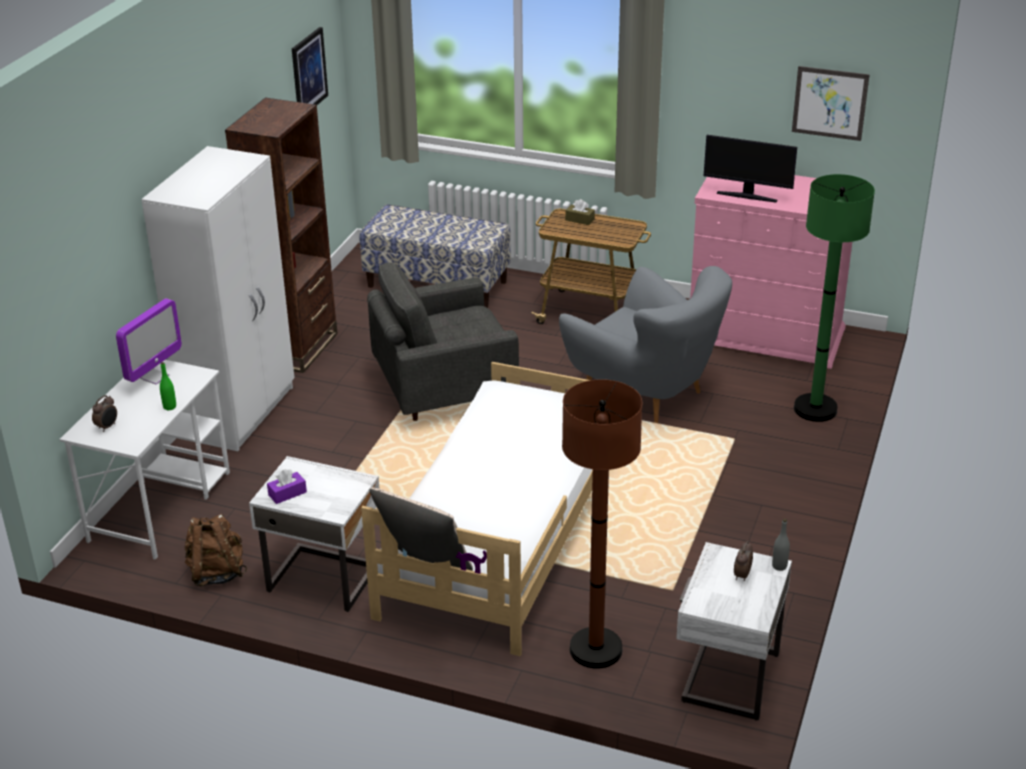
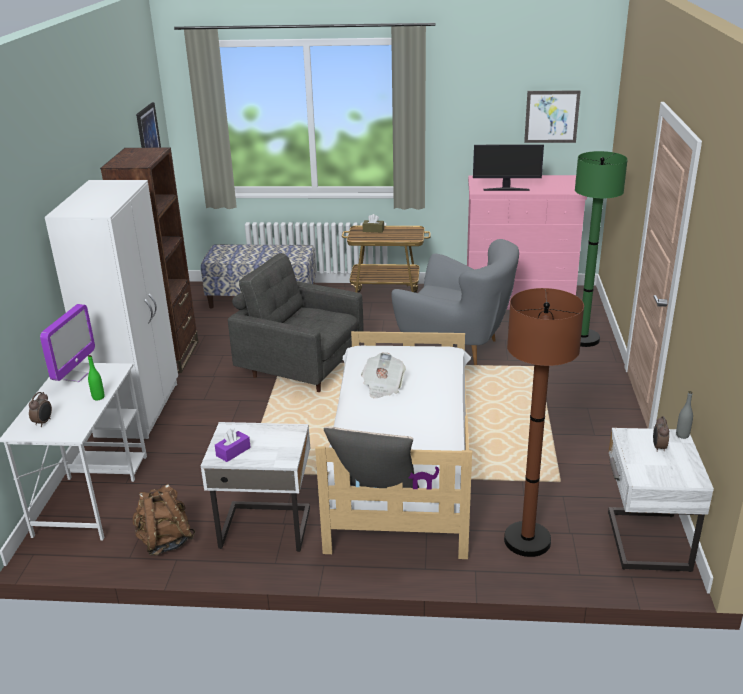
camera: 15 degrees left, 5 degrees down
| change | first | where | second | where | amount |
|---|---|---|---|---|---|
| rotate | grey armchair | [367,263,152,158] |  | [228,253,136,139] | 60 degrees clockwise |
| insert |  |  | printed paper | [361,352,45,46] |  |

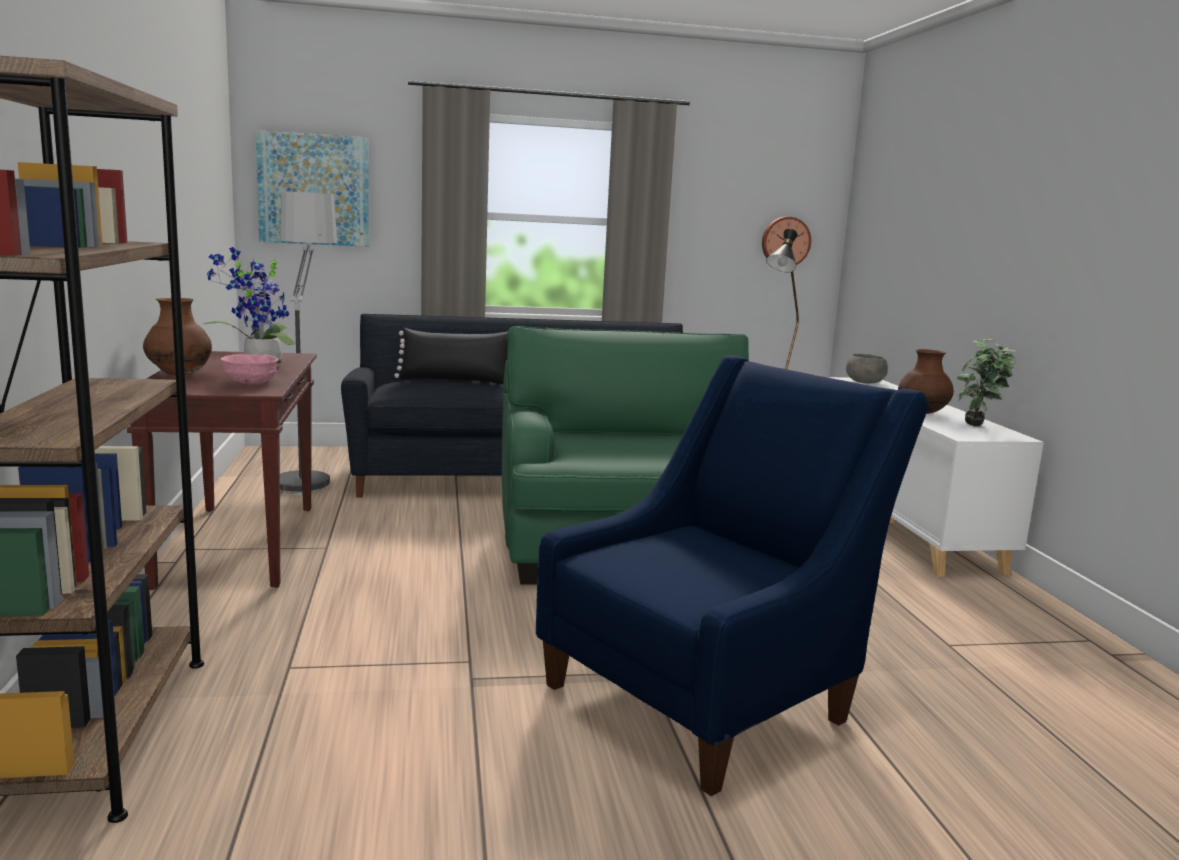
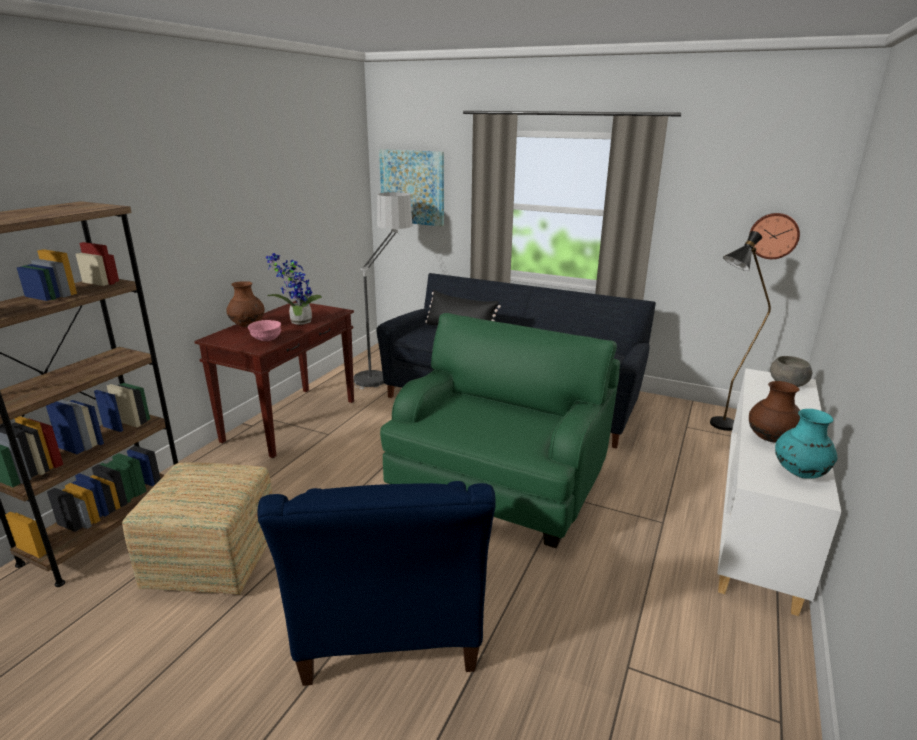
camera: 35 degrees right, 10 degrees up
| change | first | where | second | where | amount |
|---|---|---|---|---|---|
| rotate | blue-coloured armchair | [536,355,392,441] |  | [258,481,238,205] | 90 degrees clockwise |
| replace | plant in a pot | [957,339,60,87] | turquoise-coloured flower vase | [775,409,62,70] |  |
| insert |  |  | footrest | [122,463,150,132] |  |

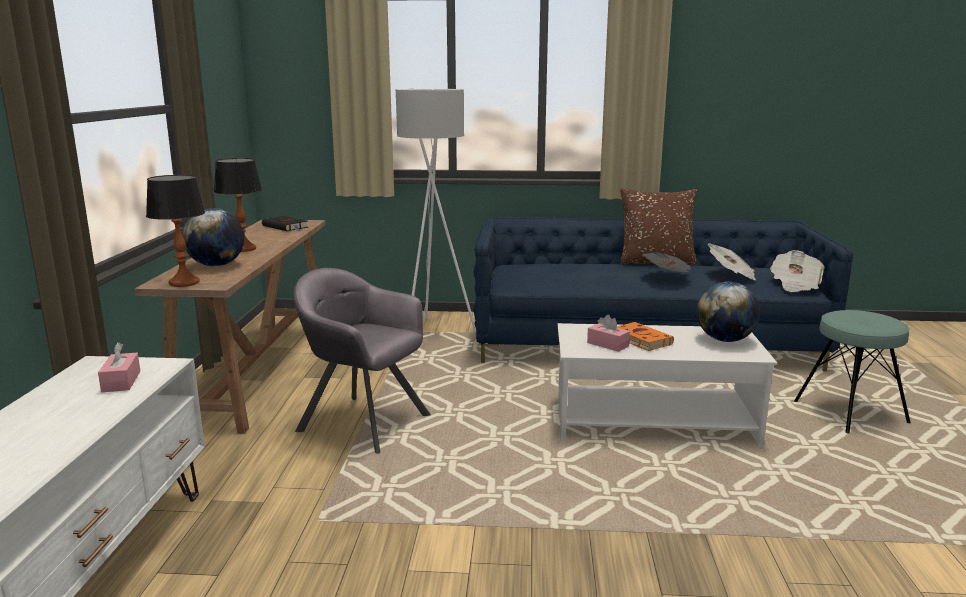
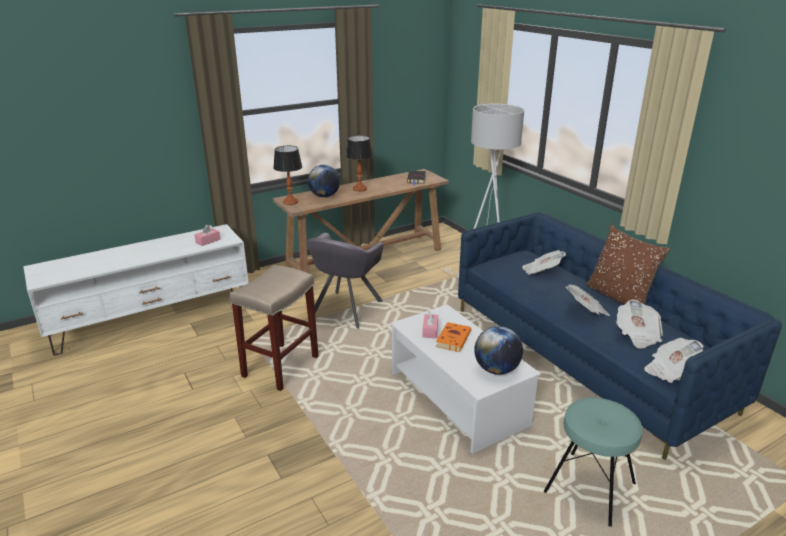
camera: 55 degrees right, 10 degrees up
| change | first | where | second | where | amount |
|---|---|---|---|---|---|
| rotate | grey armchair | [294,268,137,186] |  | [308,233,76,96] | 150 degrees counterclockwise |
| insert |  |  | beige sitting stool | [230,265,88,126] |  |
| insert |  |  | printed paper | [522,250,44,25] |  |

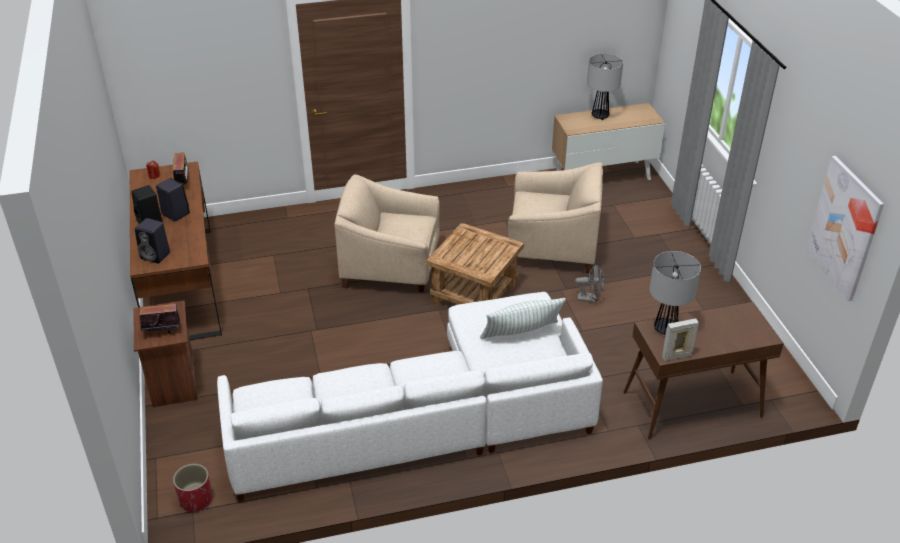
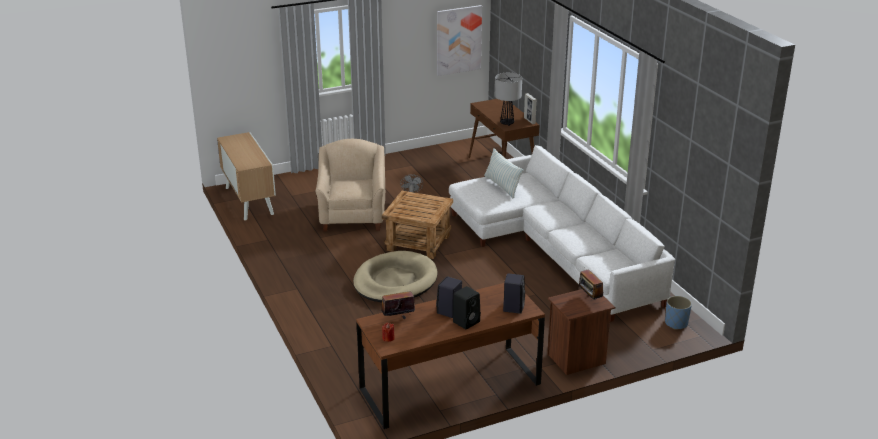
camera: 100 degrees left, 10 degrees down
| change | first | where | second | where | amount |
|---|---|---|---|---|---|
| recolor | red plant pot | [173,464,39,48] | blue-coloured plant pot | [665,296,27,34] |  |
| replace | beige armchair | [334,174,106,119] | beige dog bed | [353,251,84,51] |  |
| delete | tabletop lamp | [587,53,36,67] |  |  |  |

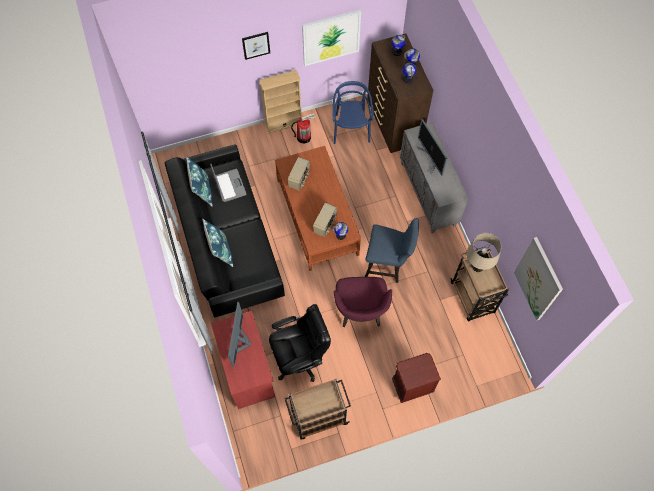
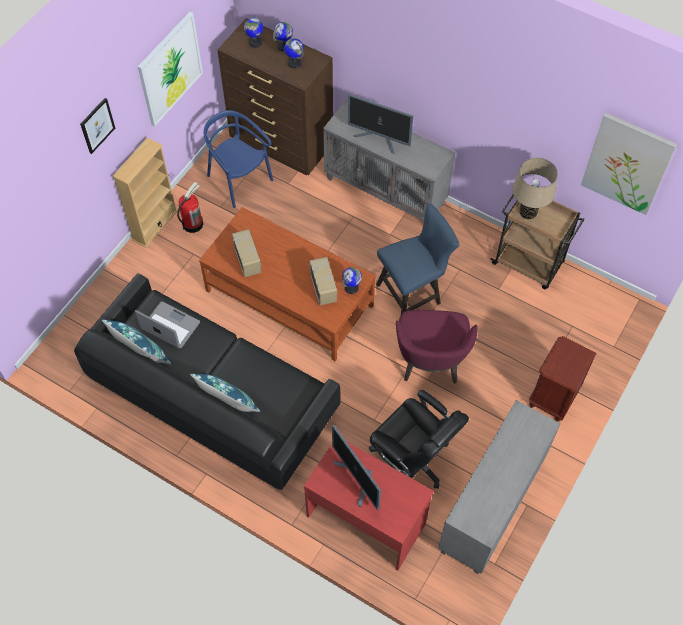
camera: 40 degrees left, 5 degrees down
| change | first | where | second | where | amount |
|---|---|---|---|---|---|
| rotate | black computer chair | [269,304,62,78] |  | [369,390,100,99] | 105 degrees clockwise |
| replace | brown-coloured cart | [284,379,67,61] | grey cabinet | [438,400,123,174] |  |
| rotate | purple-coloured armchair | [334,277,58,51] |  | [396,310,82,74] | 45 degrees clockwise |

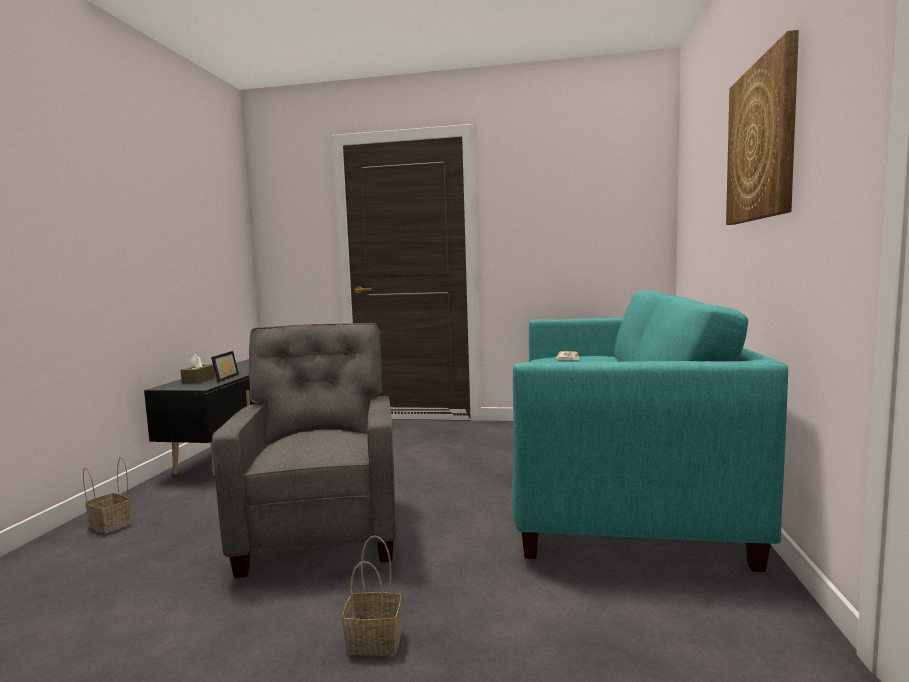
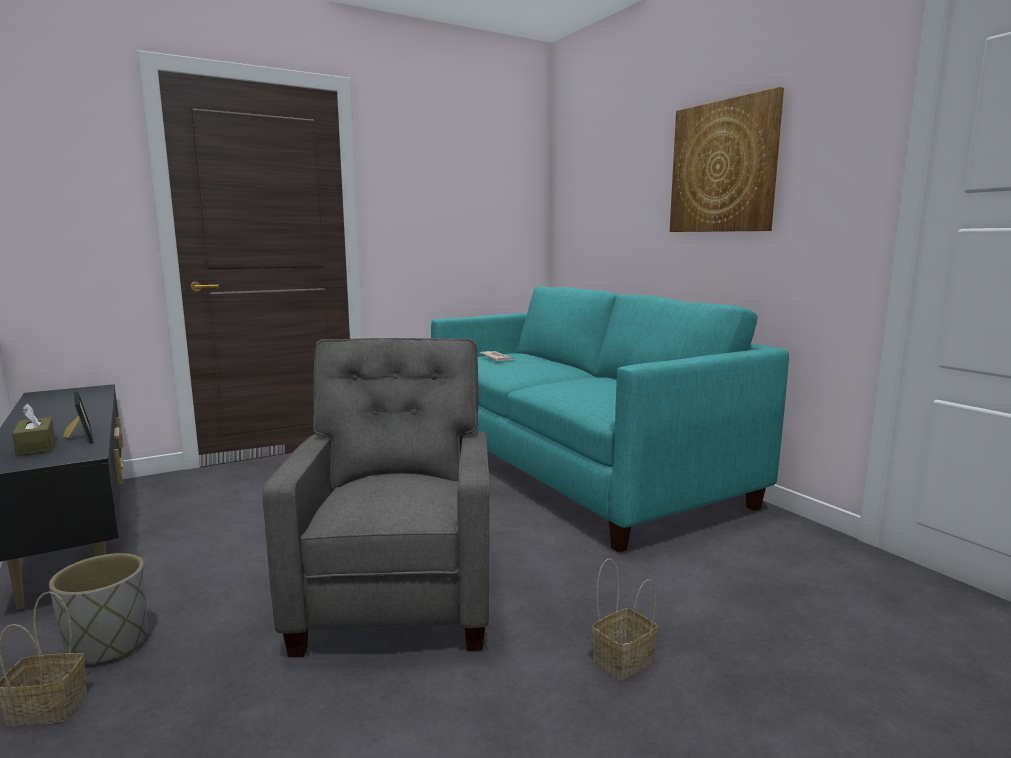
camera: 40 degrees left, 5 degrees up
| change | first | where | second | where | amount |
|---|---|---|---|---|---|
| rotate | grey armchair | [212,323,184,255] |  | [262,338,228,319] | 45 degrees clockwise |
| insert |  |  | grey plant pot | [49,553,99,111] |  |

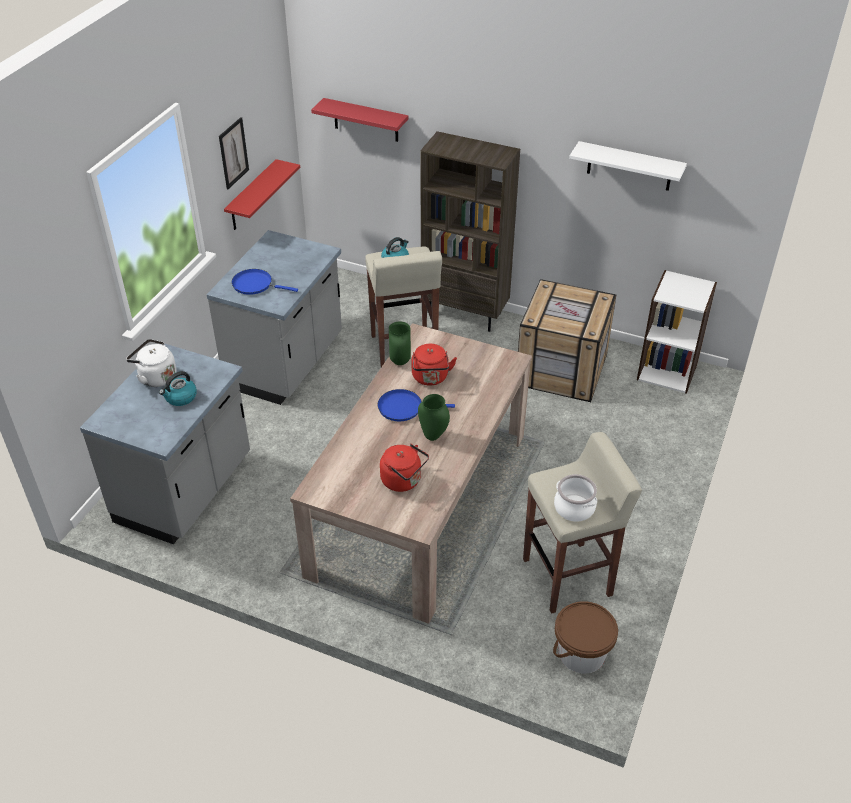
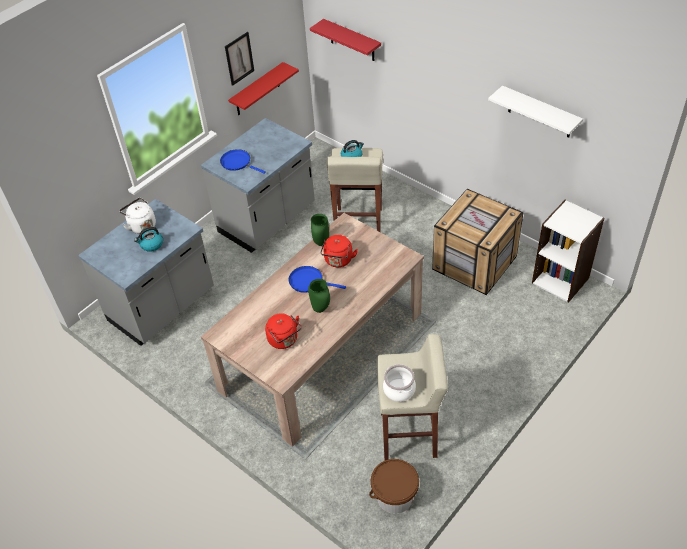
camera: 20 degrees right, 5 degrees up
| change | first | where | second | where | amount |
|---|---|---|---|---|---|
| delete | brown-coloured bookshelf | [420,131,100,201] |  |  |  |

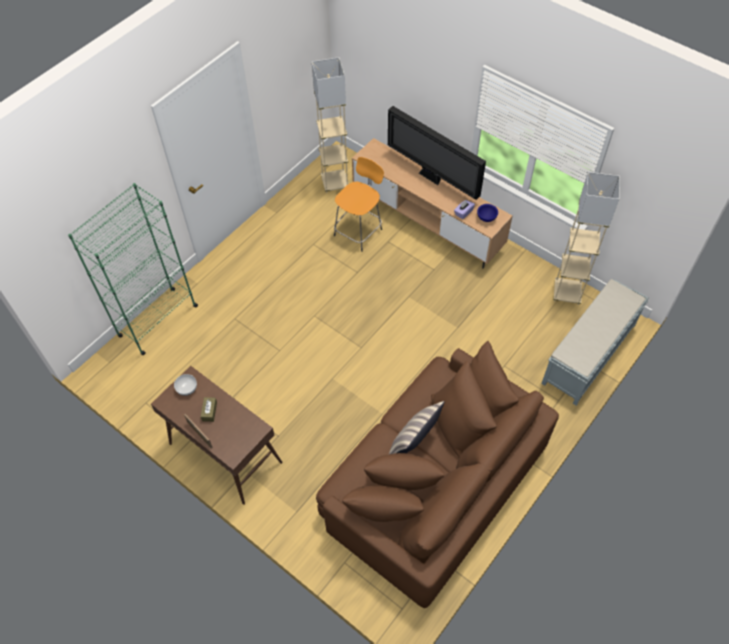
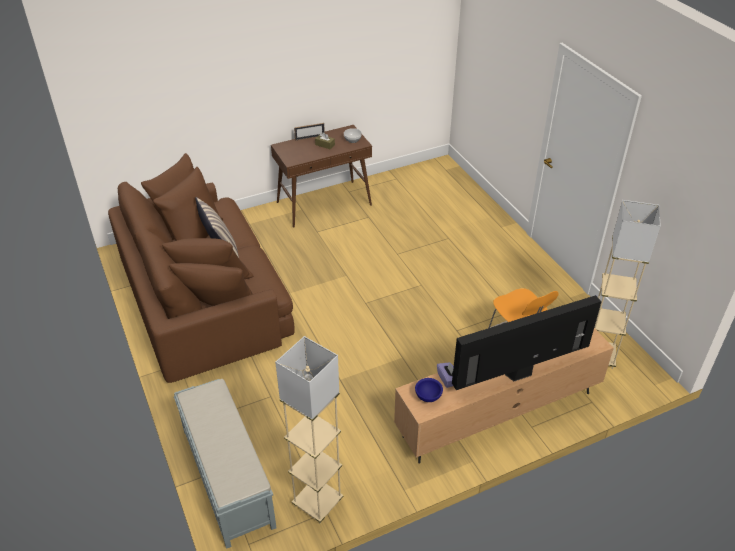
camera: 115 degrees right, 15 degrees down
| change | first | where | second | where | amount |
|---|---|---|---|---|---|
| delete | green-coloured bookshelf | [68,183,130,172] |  |  |  |

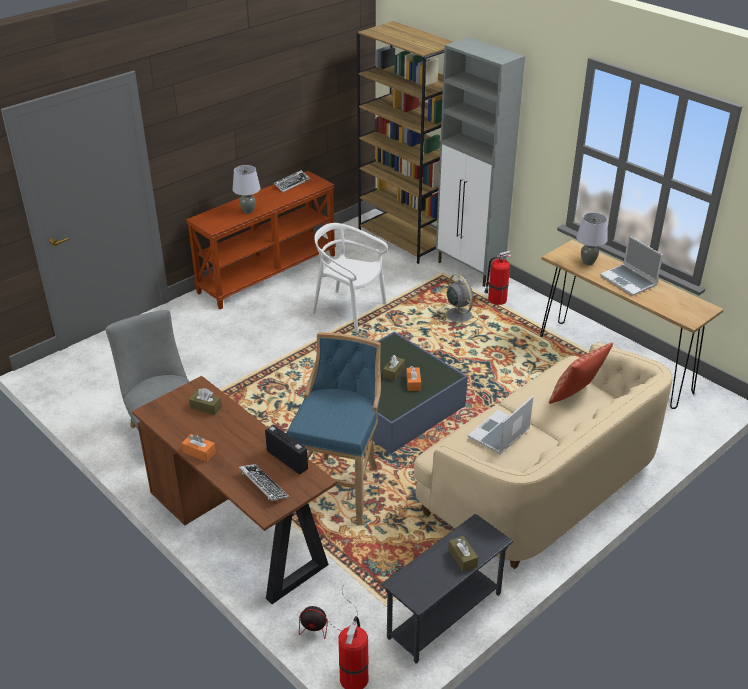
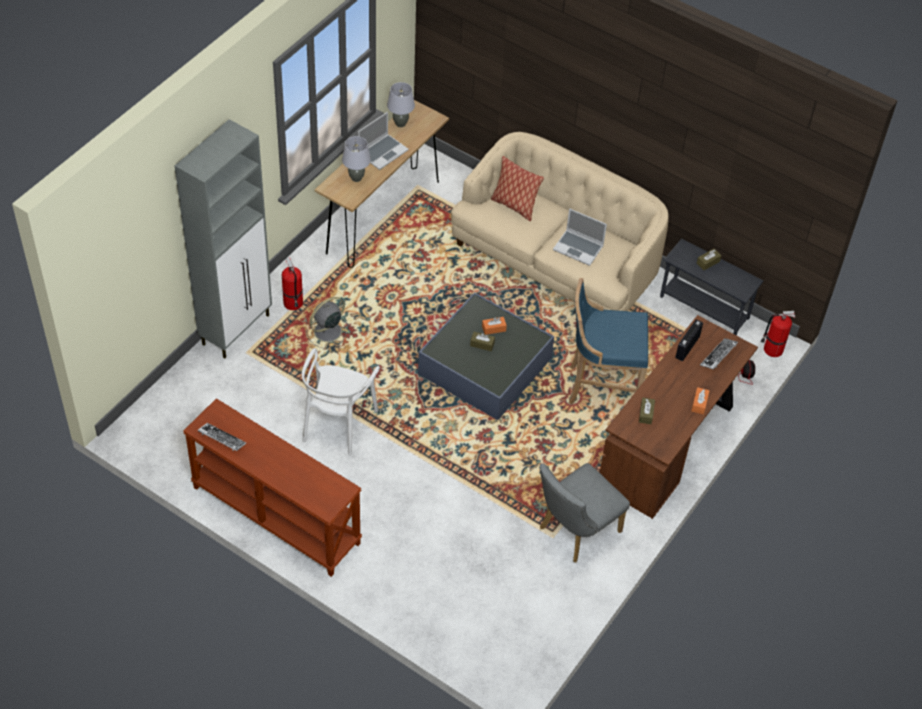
camera: 105 degrees left, 15 degrees up
| change | first | where | second | where | amount |
|---|---|---|---|---|---|
| move | grey tabletop lamp | [233,165,27,49] |  | [387,82,28,45] |  |
| delete | brown-coloured bookshelf | [356,21,97,243] |  |  |  |

